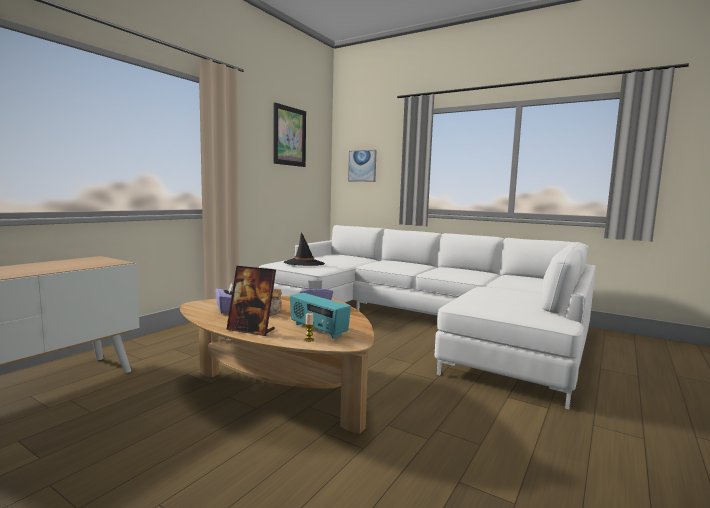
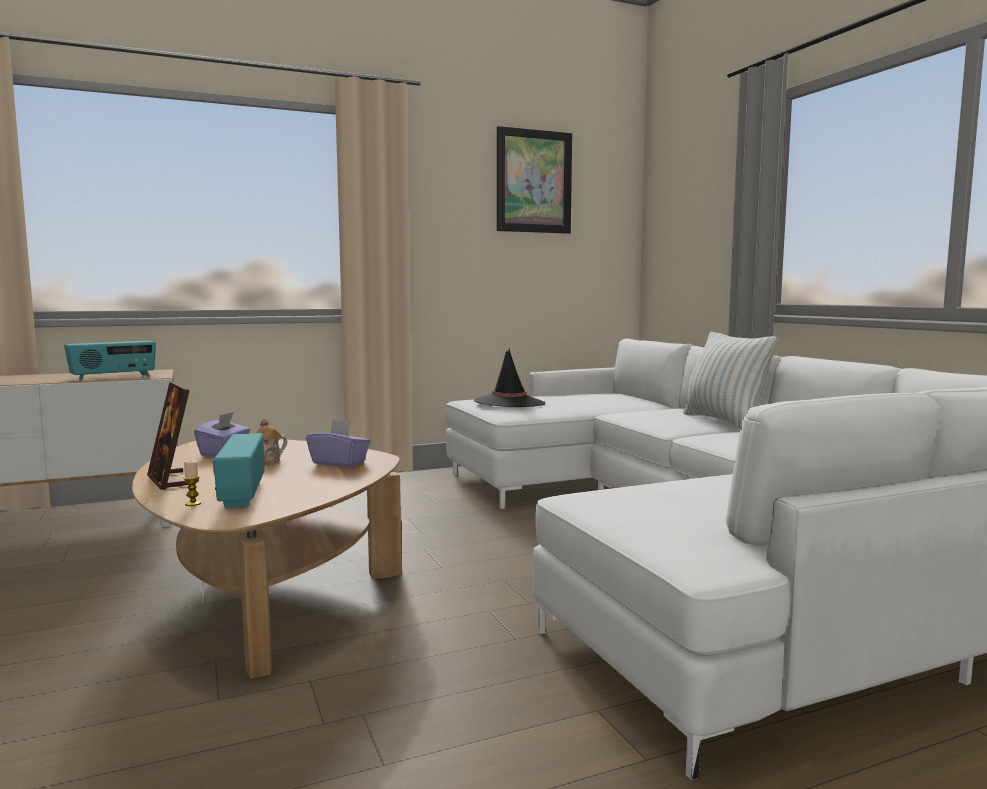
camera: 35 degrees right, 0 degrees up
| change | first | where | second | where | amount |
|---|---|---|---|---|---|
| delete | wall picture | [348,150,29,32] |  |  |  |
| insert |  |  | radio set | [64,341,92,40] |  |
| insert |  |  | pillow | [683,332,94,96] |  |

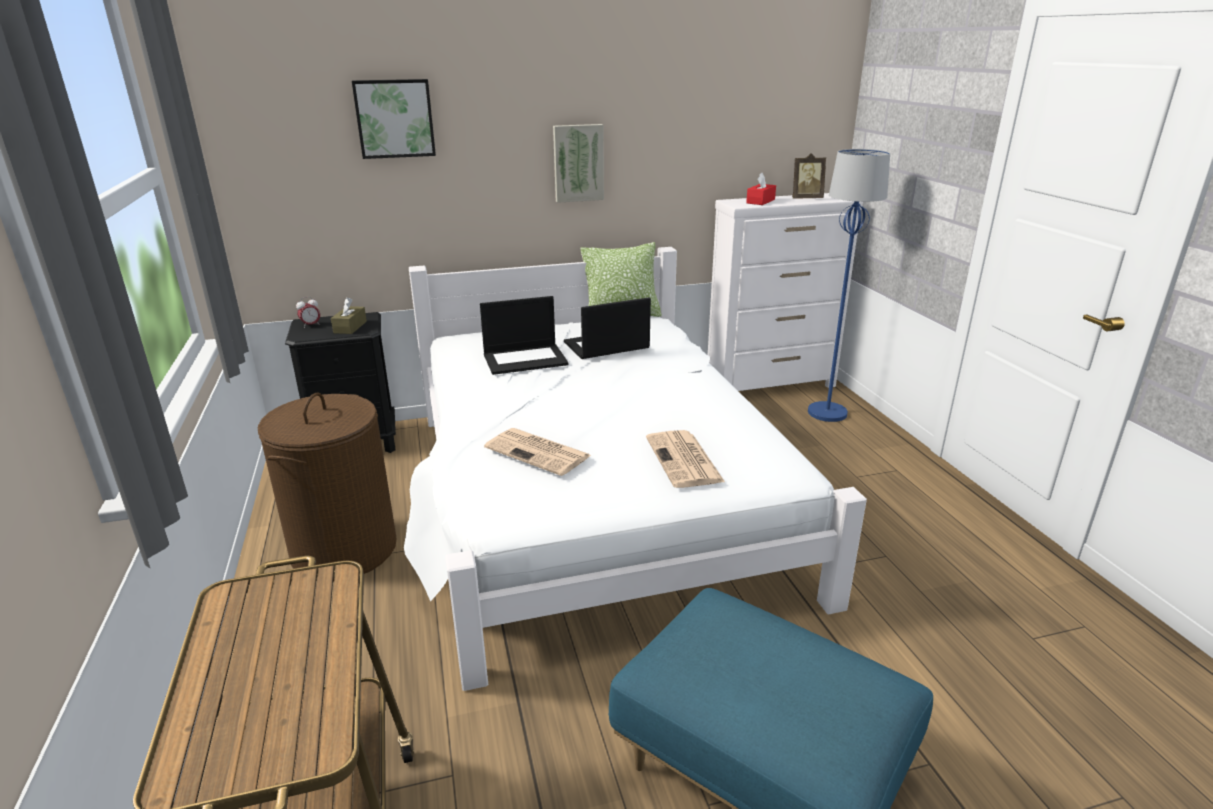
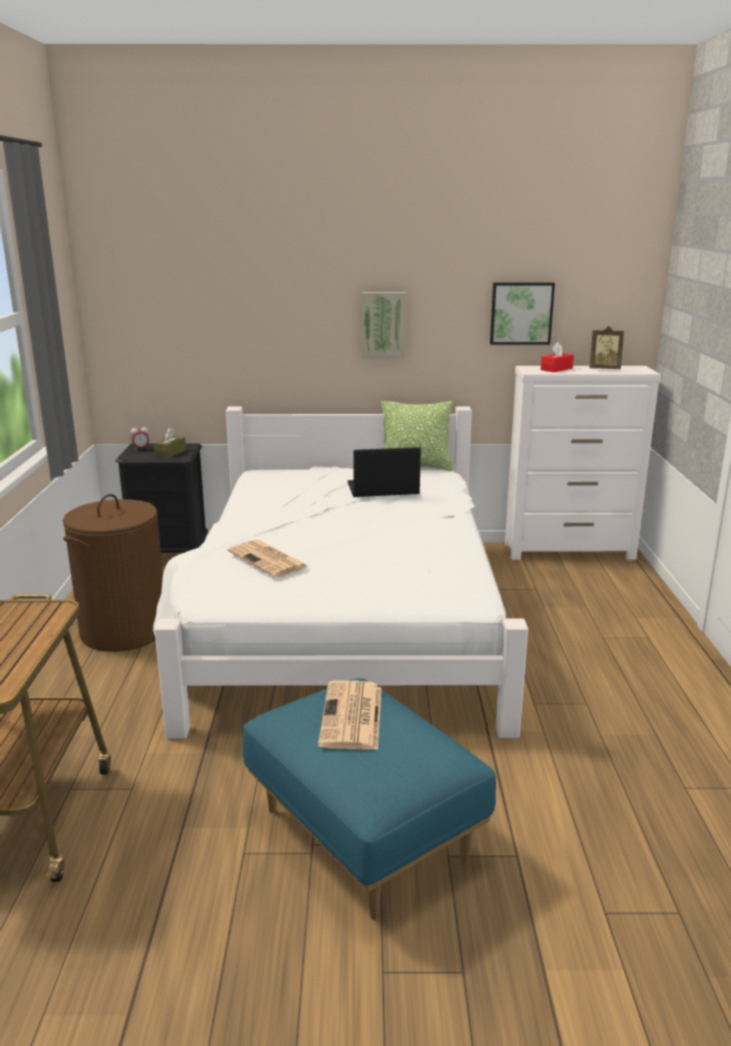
camera: 15 degrees right, 5 degrees down
| change | first | where | second | where | amount |
|---|---|---|---|---|---|
| move | wall picture | [352,79,84,80] |  | [490,282,65,63] |  |
| delete | portable computer | [480,296,88,79] |  |  |  |
| move | printed paper | [646,430,79,58] |  | [318,680,64,70] |  |
| delete | blue-coloured floor lamp | [808,149,82,273] |  |  |  |

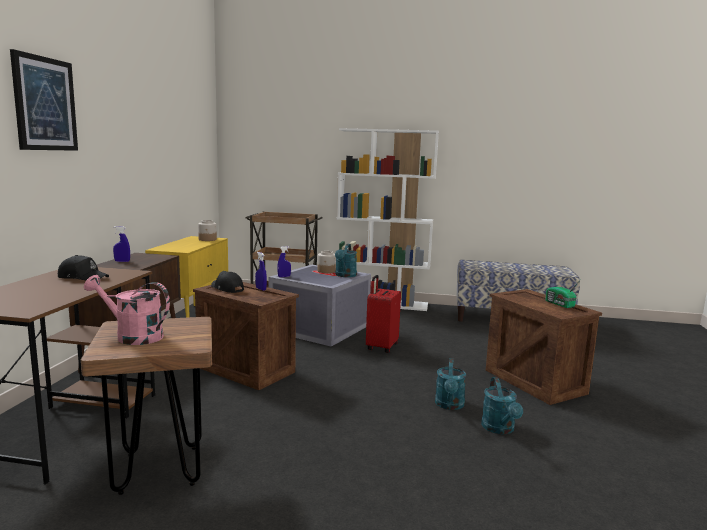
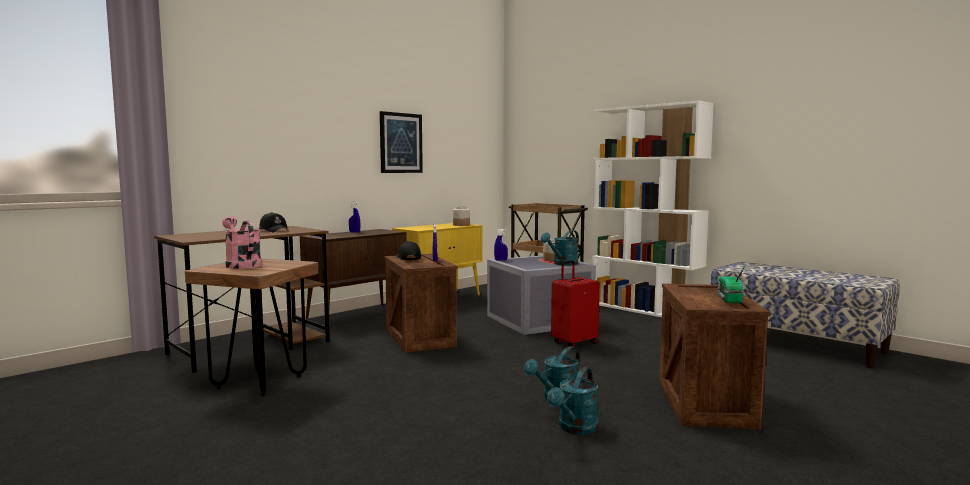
camera: 35 degrees right, 5 degrees down
| change | first | where | second | where | amount |
|---|---|---|---|---|---|
| move | wall picture | [10,49,68,102] |  | [380,111,43,62] |  |

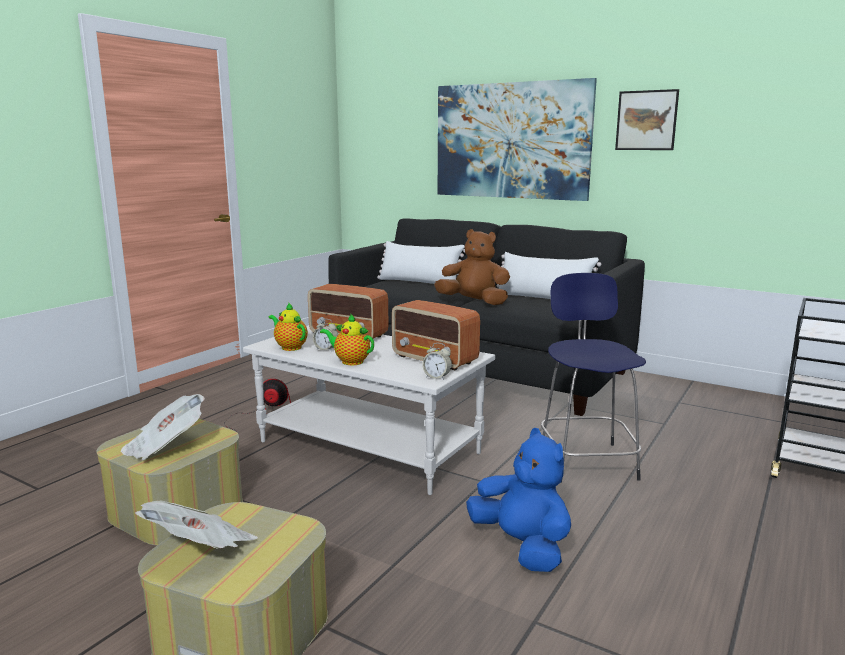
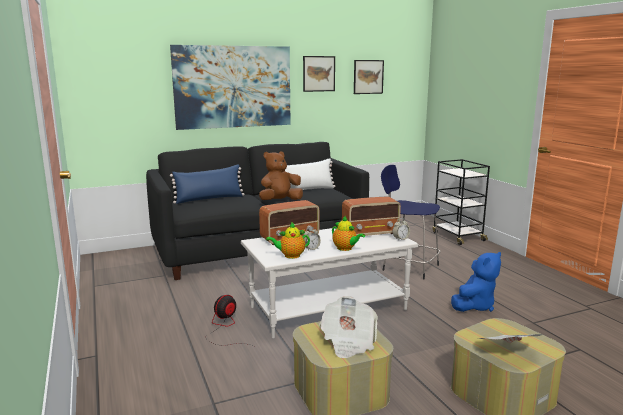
camera: 55 degrees left, 0 degrees up
| change | first | where | second | where | amount |
|---|---|---|---|---|---|
| rotate | teapot | [320,313,54,52] |  | [332,216,33,35] | 105 degrees counterclockwise |
| recolor | whitish pillow | [377,241,88,43] | blue-coloured pillow | [170,164,74,40] |  |
| rotate | blue-coloured soft toy | [466,428,105,144] |  | [451,252,50,60] | 135 degrees clockwise |
| insert |  |  | wall picture | [354,60,30,34] |  |

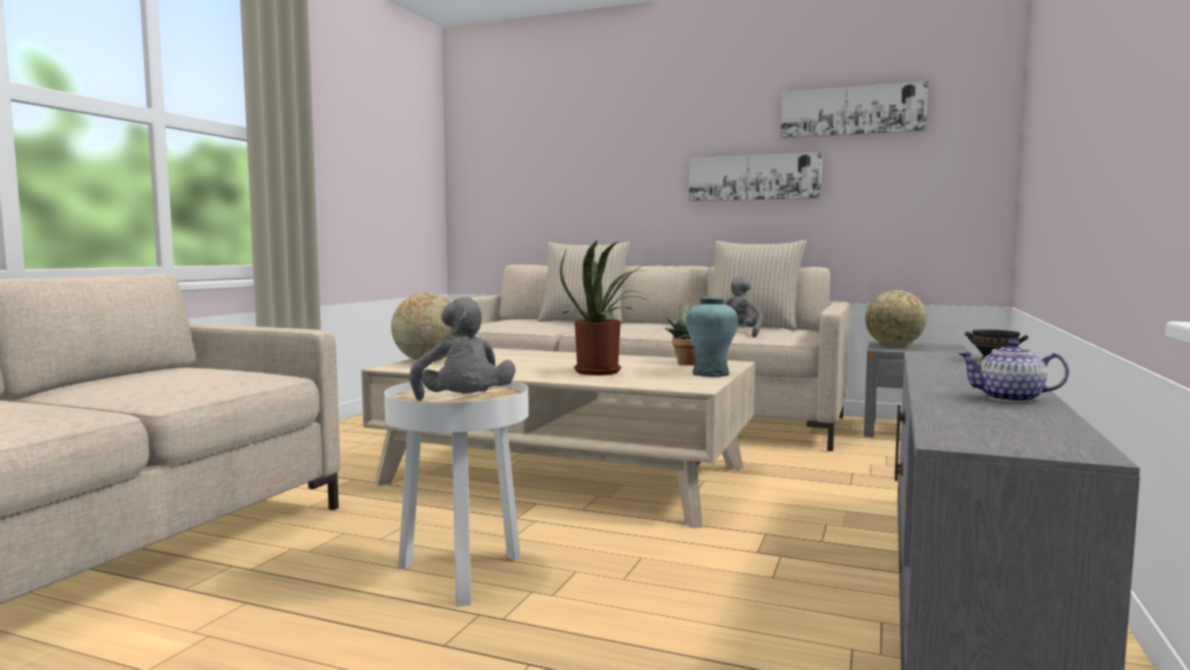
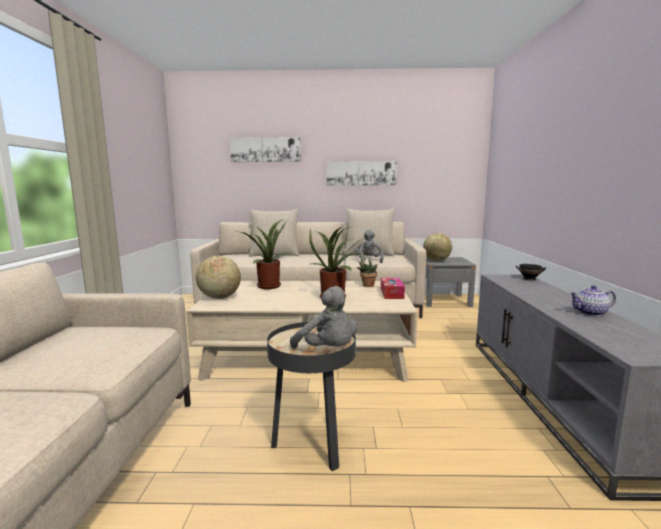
camera: 20 degrees left, 5 degrees up
| change | first | where | second | where | amount |
|---|---|---|---|---|---|
| recolor | whitish end table | [384,380,145,226] | black end table | [267,322,89,149] |  |
| replace | turquoise-coloured flower vase | [686,297,52,80] | tissue box | [381,278,24,21] |  |
| move | wall picture | [781,81,147,58] |  | [230,137,71,25] |  |
| insert |  |  | plant in a pot | [241,219,50,70] |  |

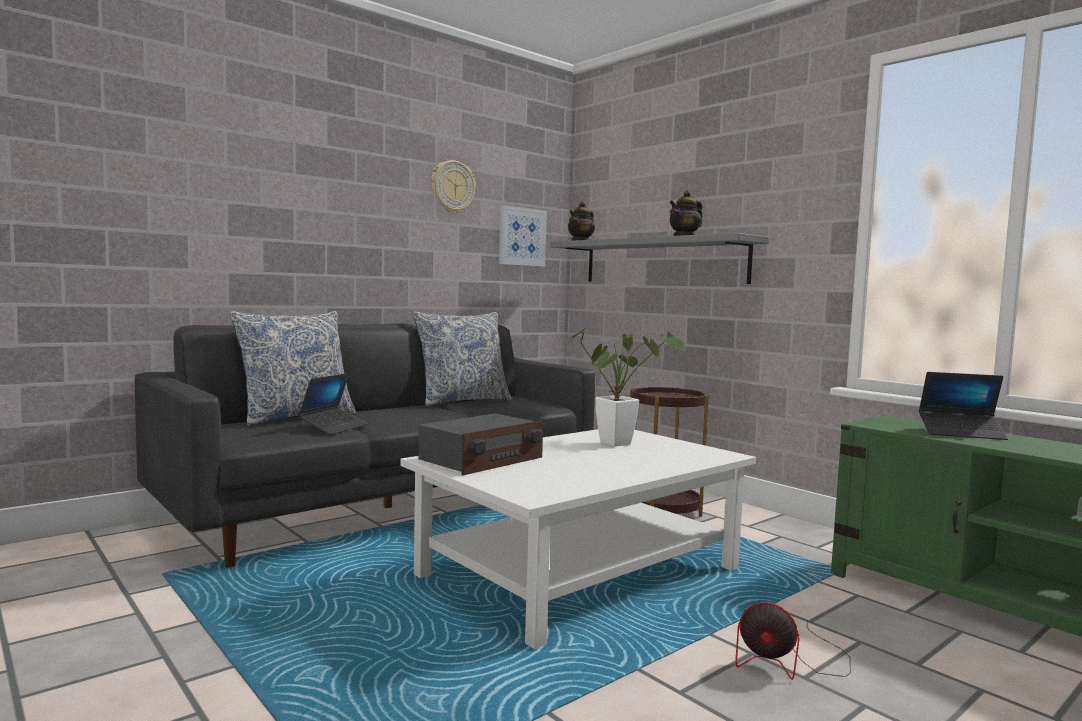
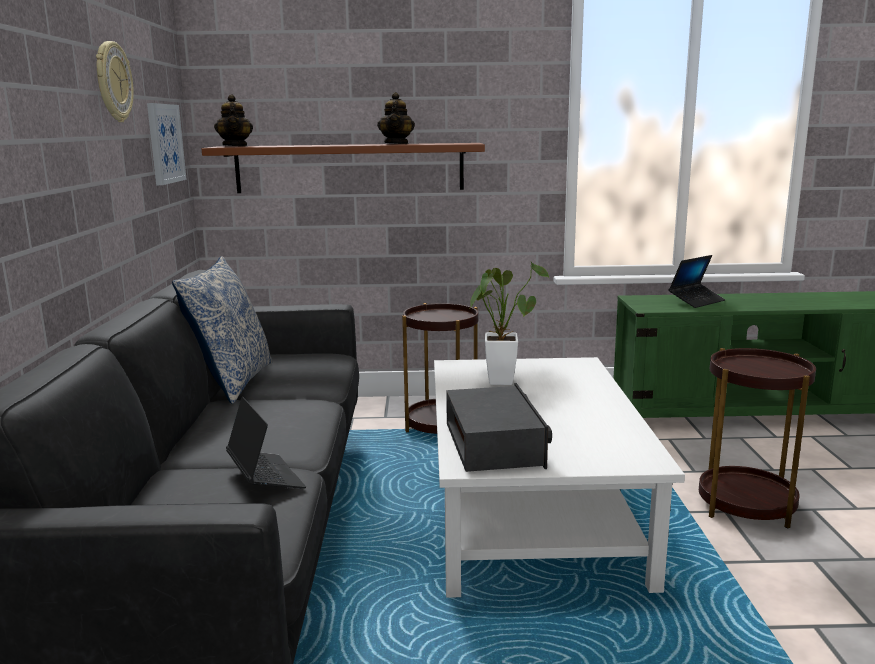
camera: 50 degrees left, 10 degrees up
| change | first | where | second | where | amount |
|---|---|---|---|---|---|
| delete | pillow | [229,311,128,115] |  |  |  |
| recolor | grey shelf | [550,233,219,51] | brown-coloured shelf | [202,143,283,50] |  |
| replace | fan | [735,602,116,78] | brown-coloured end table | [699,348,117,181] |  |

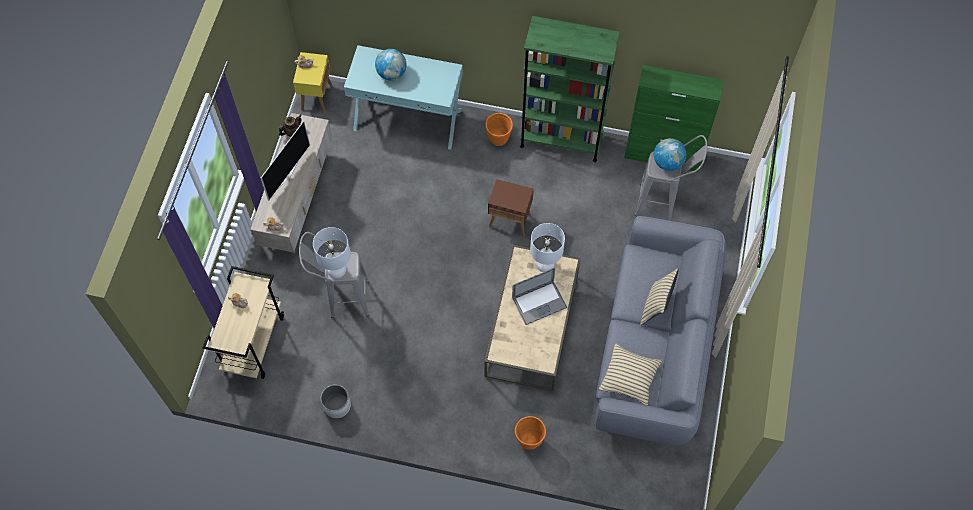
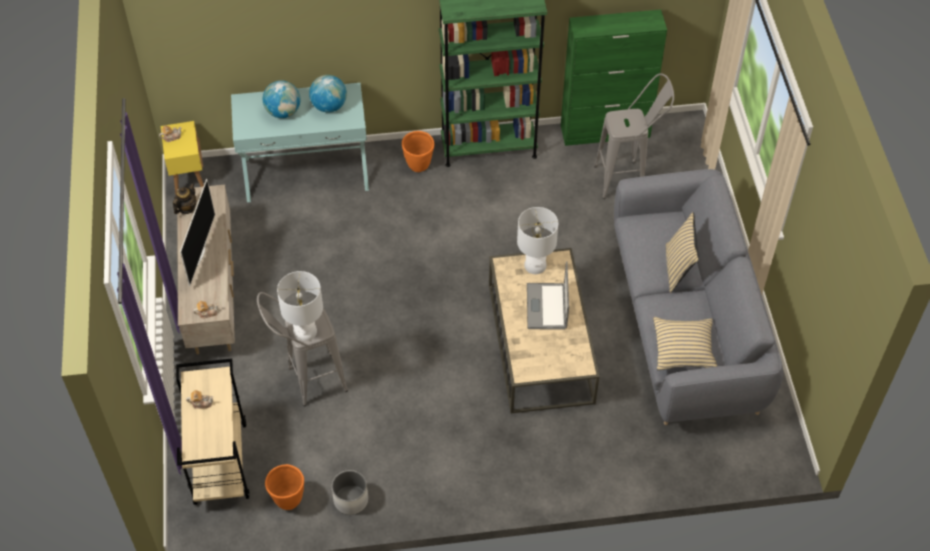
camera: 20 degrees left, 10 degrees down
| change | first | where | second | where | amount |
|---|---|---|---|---|---|
| delete | brown-coloured end table | [488,179,46,58] |  |  |  |
| rotate | portable computer | [512,268,55,57] |  | [527,261,42,69] | 135 degrees clockwise |
| move | orange-coloured plant pot | [515,416,31,34] |  | [265,464,39,46] |  |
| move | world globe | [654,138,32,33] |  | [309,75,38,38] |  |

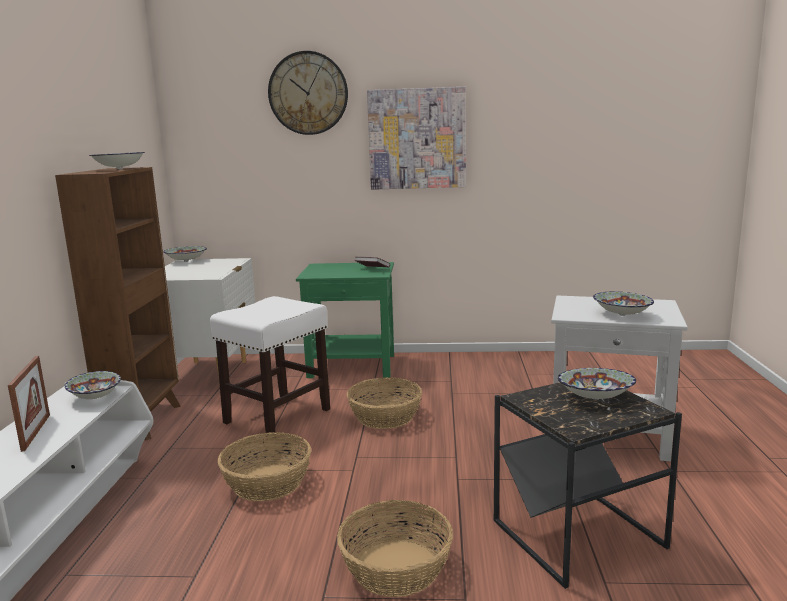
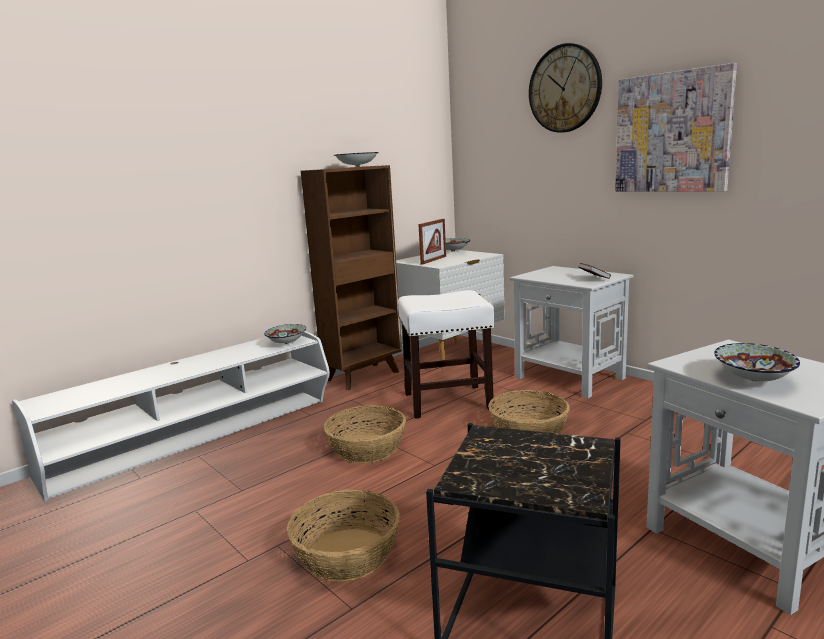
camera: 45 degrees right, 0 degrees up
| change | first | where | second | where | amount |
|---|---|---|---|---|---|
| move | photo frame | [8,356,42,96] |  | [418,219,28,46] |  |
| recolor | green-coloured end table | [296,262,98,116] | whitish end table | [510,266,124,132] |  |
| delete | deep dish | [558,368,78,32] |  |  |  |

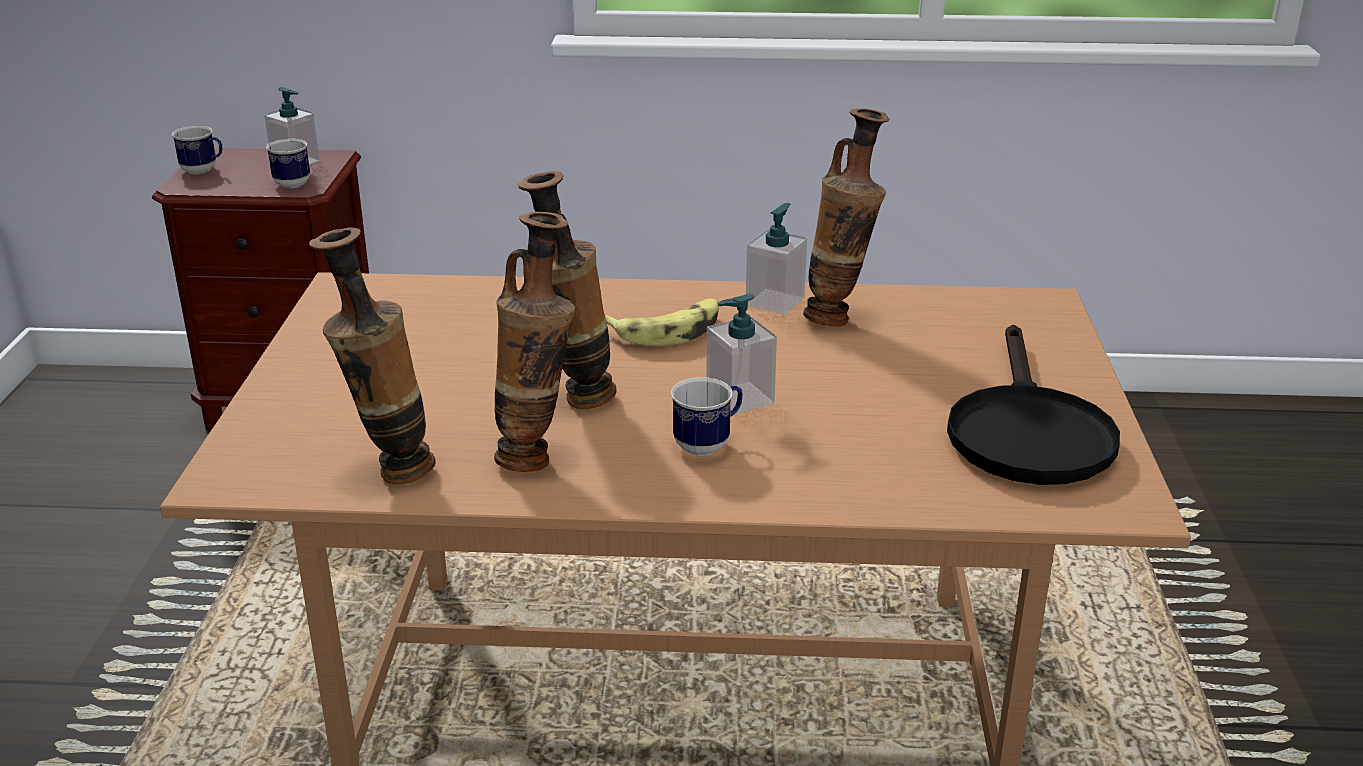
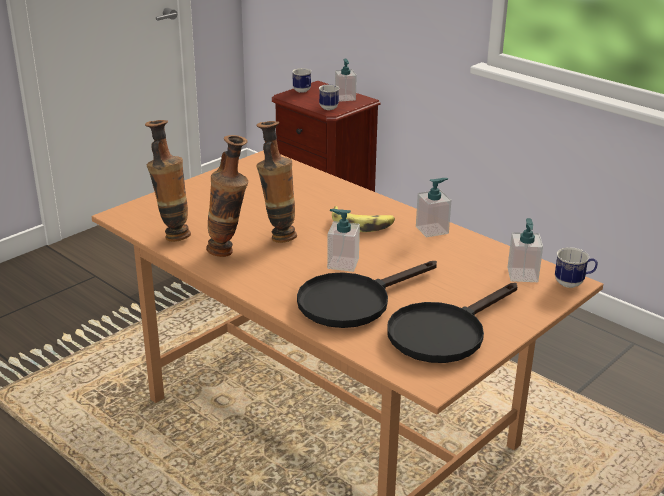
camera: 40 degrees right, 0 degrees up
| change | first | where | second | where | amount |
|---|---|---|---|---|---|
| move | tea mug | [671,377,72,79] |  | [555,247,43,41] |  |
| delete | flower vase | [803,108,86,219] |  |  |  |
| insert |  |  | black pan | [297,261,140,67] |  |
| insert |  |  | liquid soap bottle | [508,218,35,64] |  |

